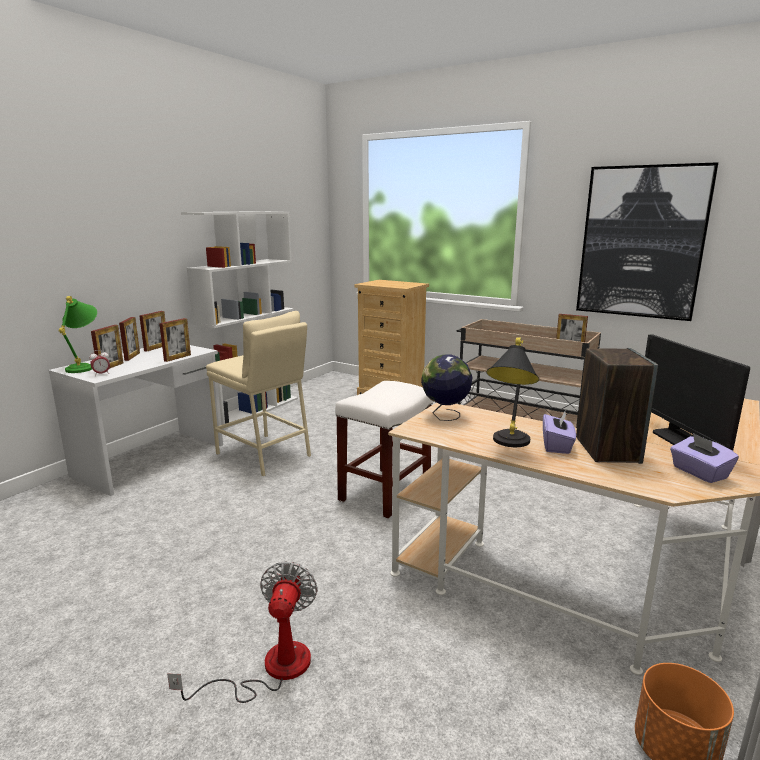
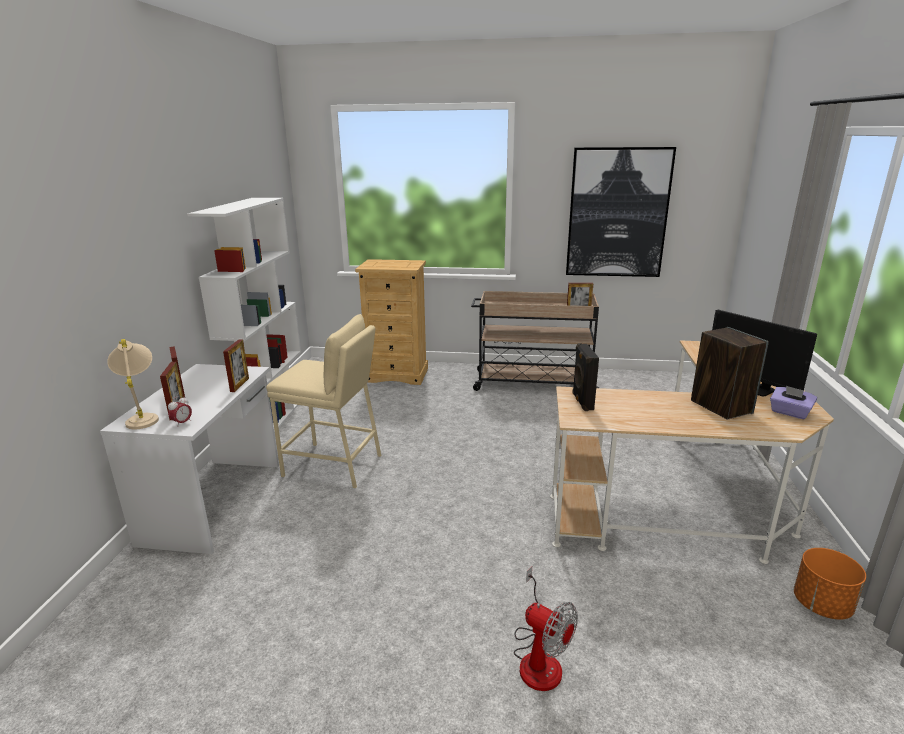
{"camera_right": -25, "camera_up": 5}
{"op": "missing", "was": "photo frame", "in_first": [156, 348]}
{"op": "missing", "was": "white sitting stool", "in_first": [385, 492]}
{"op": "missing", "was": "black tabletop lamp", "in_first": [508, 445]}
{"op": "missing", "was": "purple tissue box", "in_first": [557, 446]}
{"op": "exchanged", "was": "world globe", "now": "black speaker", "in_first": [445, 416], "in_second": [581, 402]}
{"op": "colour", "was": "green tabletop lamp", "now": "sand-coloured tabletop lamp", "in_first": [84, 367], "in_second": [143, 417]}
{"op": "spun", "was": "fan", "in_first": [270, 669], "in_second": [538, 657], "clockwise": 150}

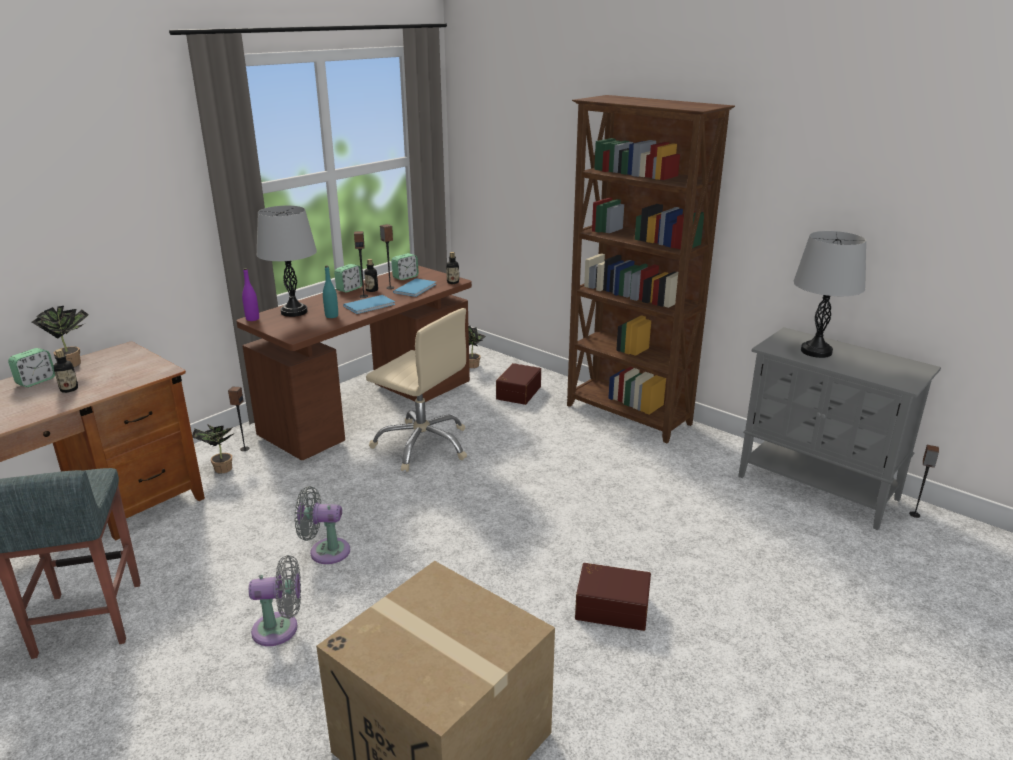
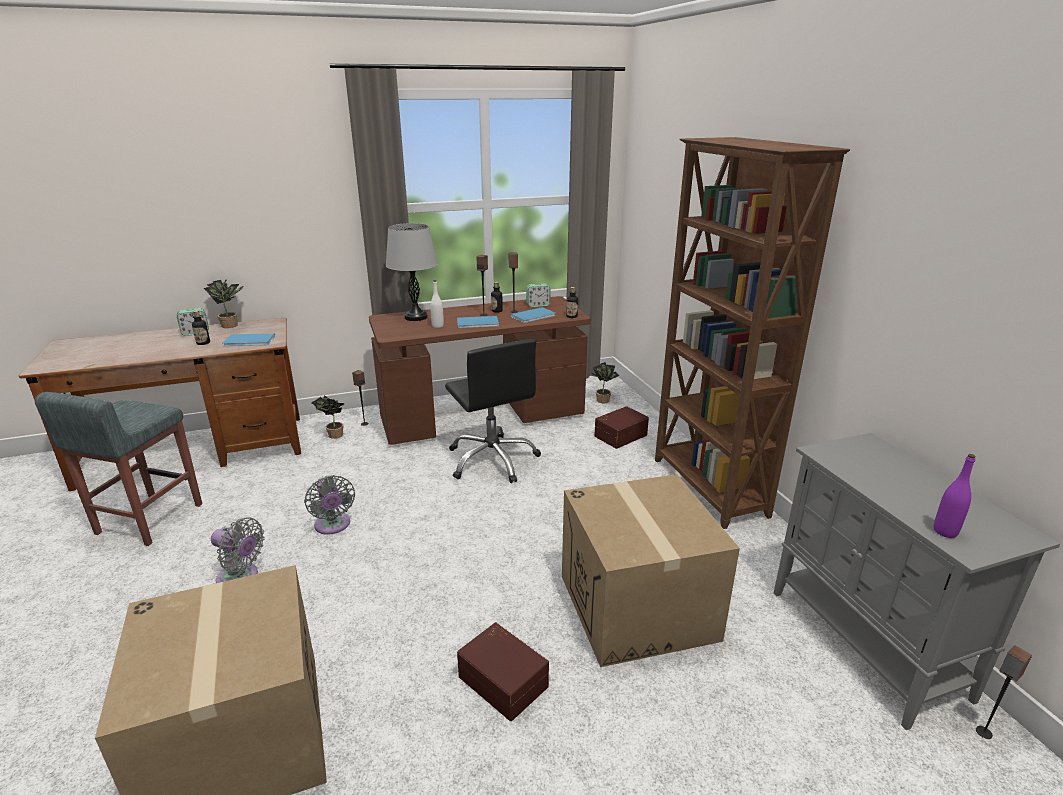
{"camera_right": 30, "camera_up": 0}
{"op": "missing", "was": "bedside clock", "in_first": [349, 289]}
{"op": "missing", "was": "grey tabletop lamp", "in_first": [816, 351]}
{"op": "appeared", "now": "blue-coloured bound book", "in_second": [250, 341]}
{"op": "appeared", "now": "carton", "in_second": [638, 607]}
{"op": "relocated", "was": "purple beverage bottle", "in_first": [252, 319], "in_second": [945, 531]}
{"op": "colour", "was": "turquoise beverage bottle", "now": "white beverage bottle", "in_first": [331, 316], "in_second": [437, 326]}
{"op": "colour", "was": "sand-coloured office chair", "now": "black office chair", "in_first": [423, 445], "in_second": [493, 460]}
{"op": "spun", "was": "grey fan", "in_first": [325, 551], "in_second": [333, 526], "clockwise": -150}

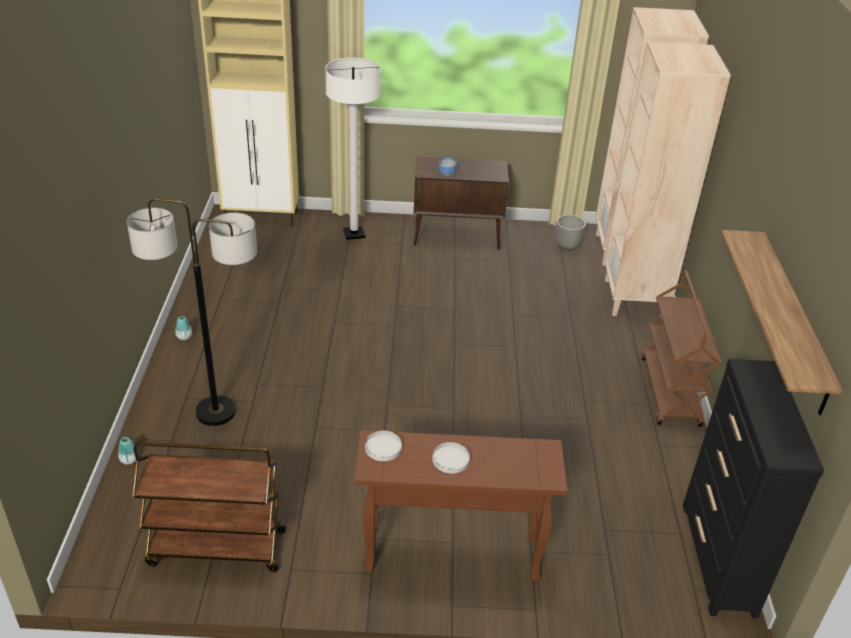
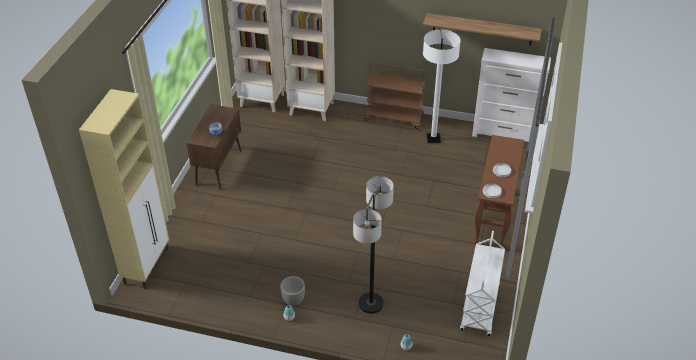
{"camera_right": -75, "camera_up": 5}
{"op": "relocated", "was": "white floor lamp", "in_first": [354, 234], "in_second": [433, 138]}
{"op": "relocated", "was": "planter", "in_first": [567, 246], "in_second": [293, 300]}
{"op": "colour", "was": "brown wheeled cart", "now": "white wheeled cart", "in_first": [216, 548], "in_second": [480, 308]}
{"op": "colour", "was": "black drawer chest", "now": "white drawer chest", "in_first": [718, 559], "in_second": [504, 135]}

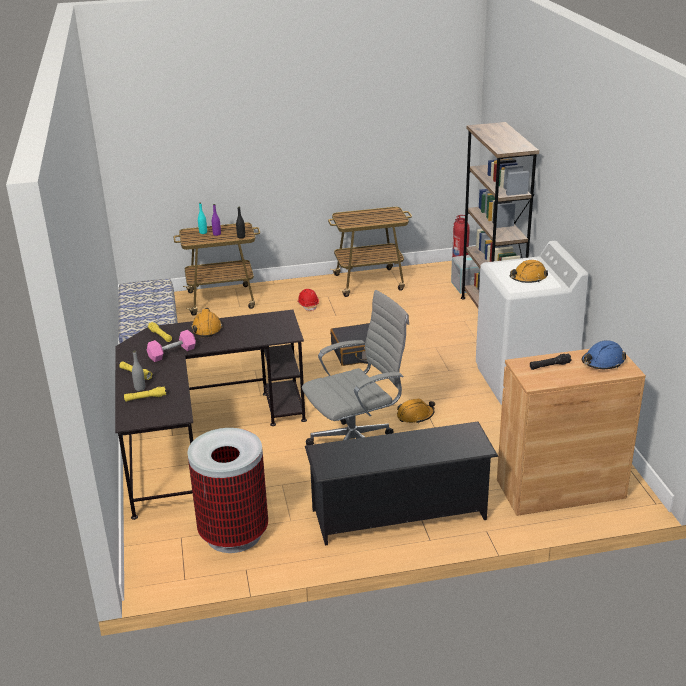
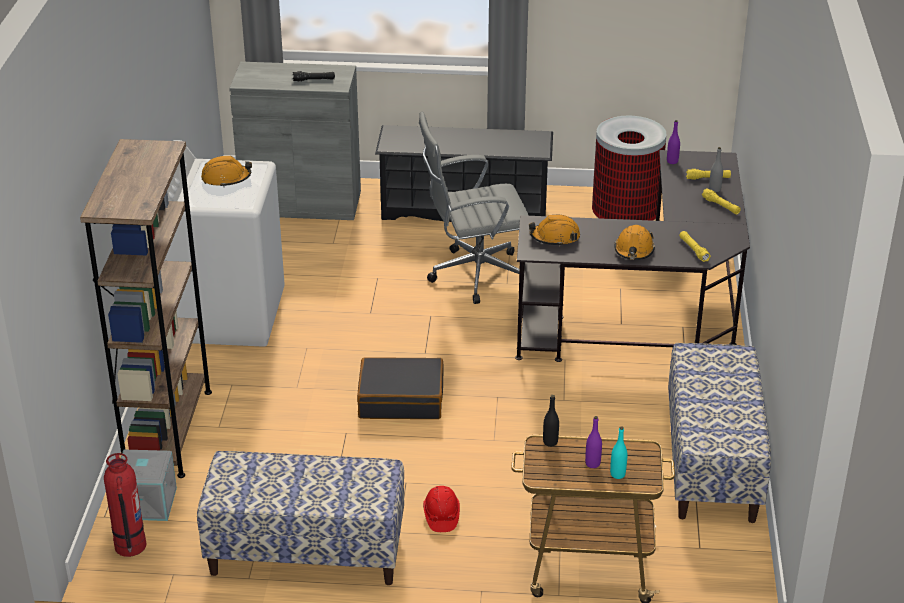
{"camera_right": -165, "camera_up": 5}
{"op": "missing", "was": "pink-coloured free weight", "in_first": [172, 353]}
{"op": "missing", "was": "blue-coloured work helmet", "in_first": [602, 362]}
{"op": "appeared", "now": "purple beverage bottle", "in_second": [672, 161]}
{"op": "relocated", "was": "orangey work helmet", "in_first": [415, 416], "in_second": [555, 237]}
{"op": "exchanged", "was": "wheeled cart", "now": "bench", "in_first": [370, 282], "in_second": [306, 552]}
{"op": "colour", "was": "brown cupboard", "now": "grey cupboard", "in_first": [560, 489], "in_second": [301, 203]}

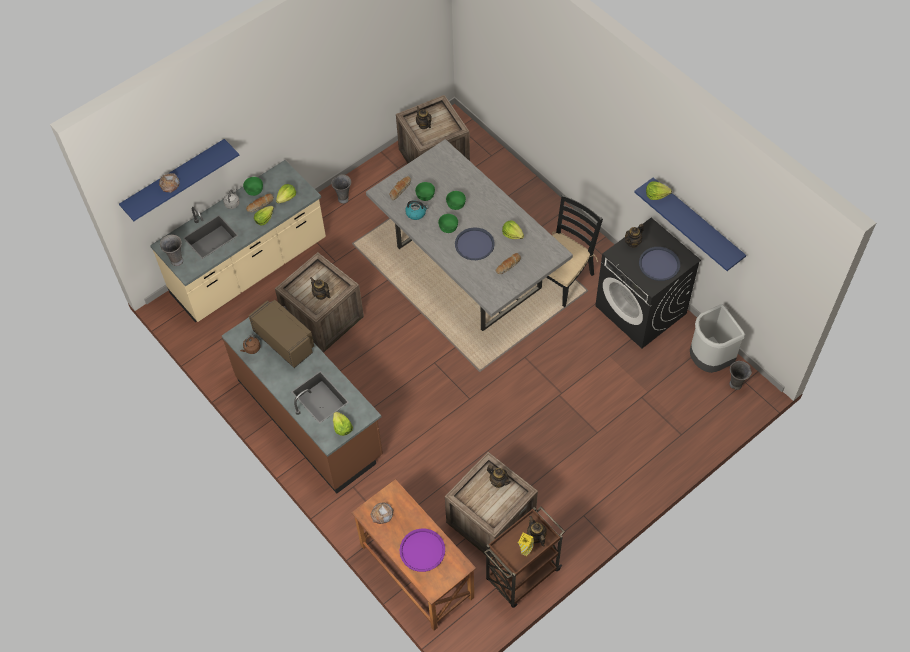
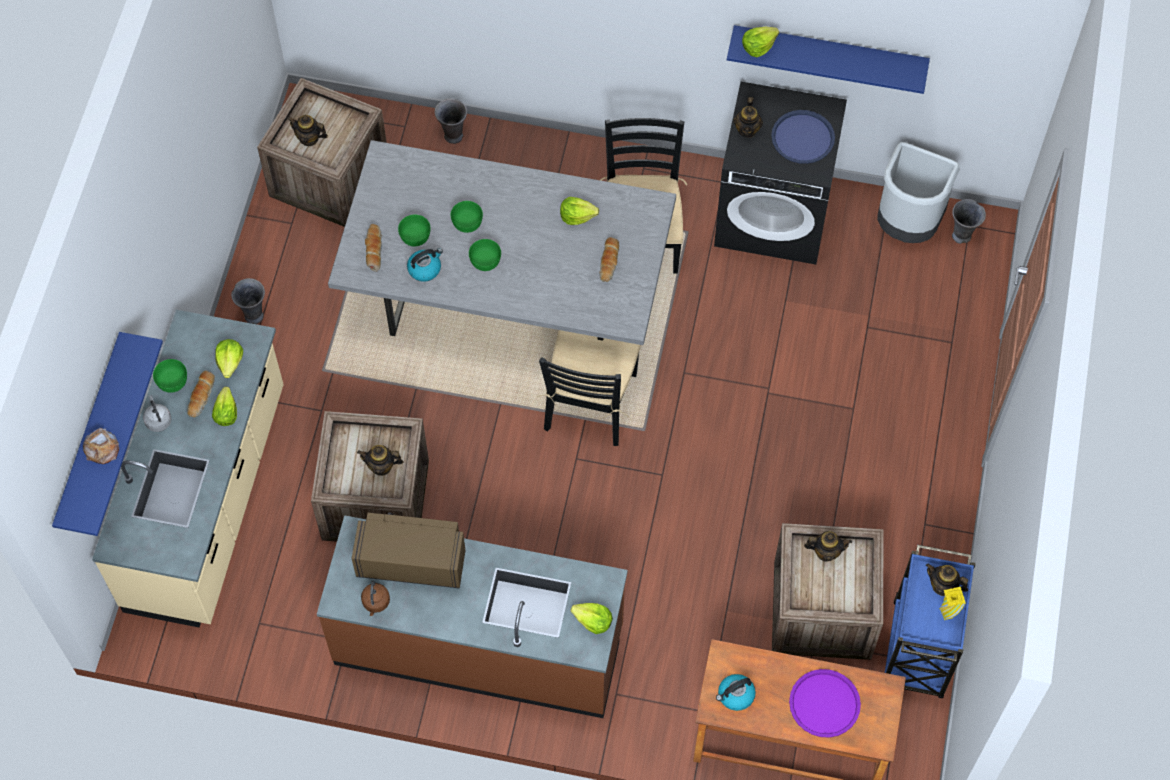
{"camera_right": -40, "camera_up": 5}
{"op": "missing", "was": "blue-coloured tray", "in_first": [474, 244]}
{"op": "appeared", "now": "black plain chair", "in_second": [590, 402]}
{"op": "relocated", "was": "grey flower vase", "in_first": [176, 260], "in_second": [452, 136]}
{"op": "exchanged", "was": "bakery bread", "now": "water kettle", "in_first": [382, 514], "in_second": [735, 695]}
{"op": "colour", "was": "brown wheeled cart", "now": "blue-coloured wheeled cart", "in_first": [522, 576], "in_second": [917, 651]}

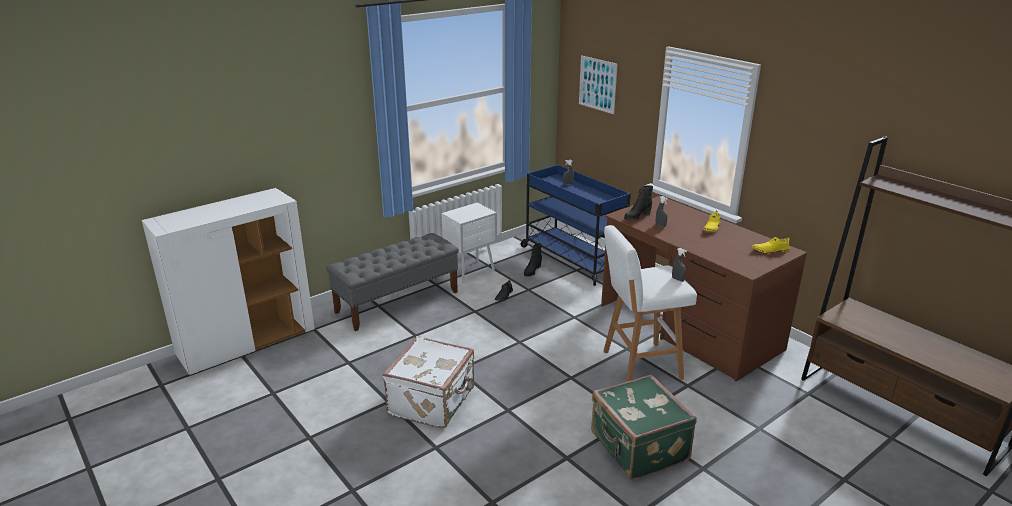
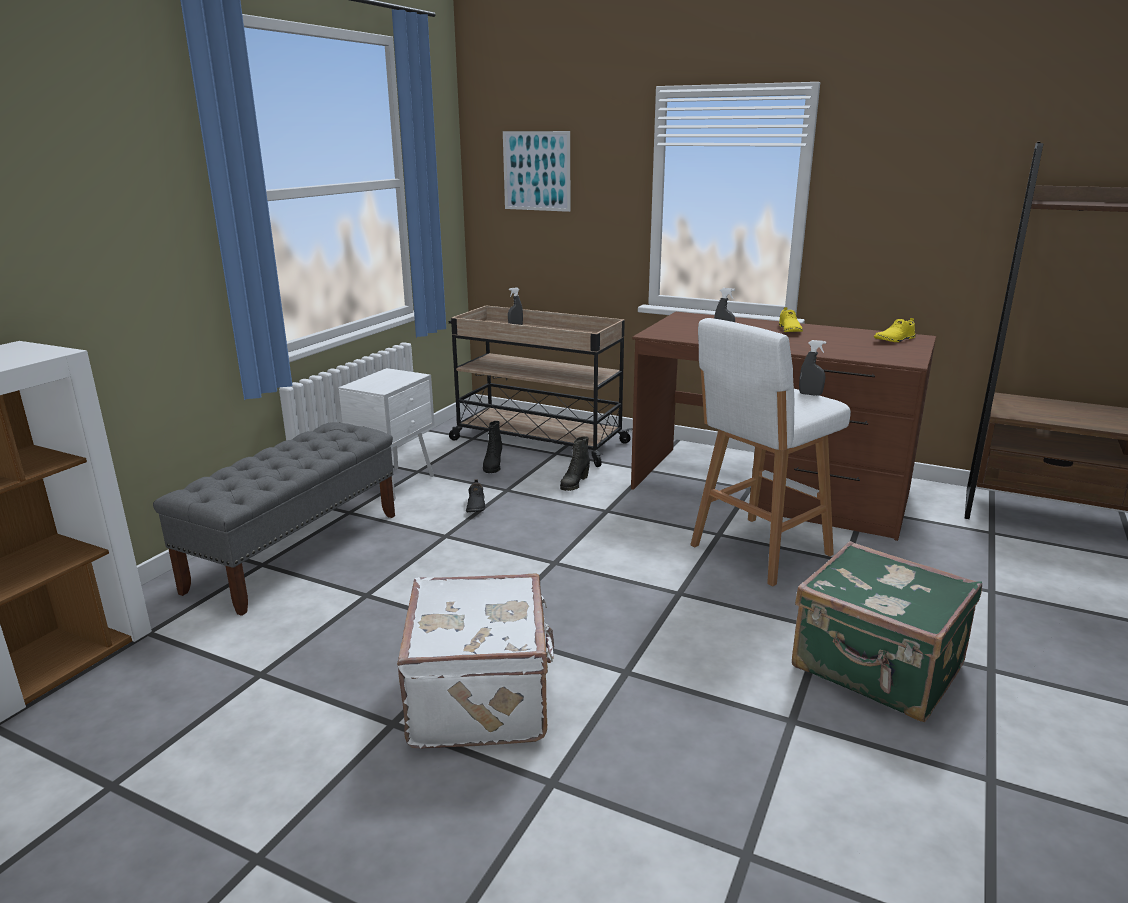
{"camera_right": -25, "camera_up": -5}
{"op": "relocated", "was": "black tall boot", "in_first": [637, 217], "in_second": [574, 484]}
{"op": "colour", "was": "blue-coloured wheeled cart", "now": "sand-coloured wheeled cart", "in_first": [572, 258], "in_second": [537, 441]}

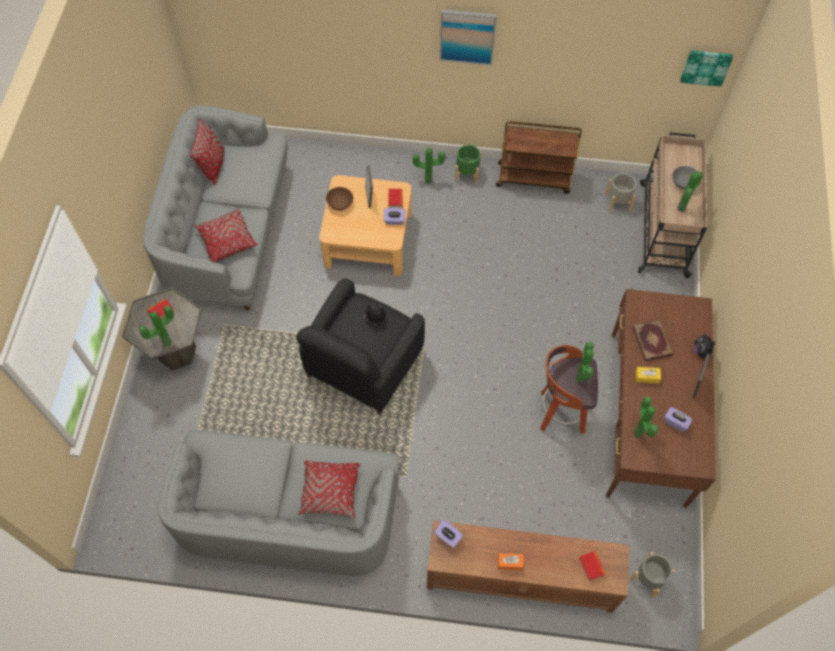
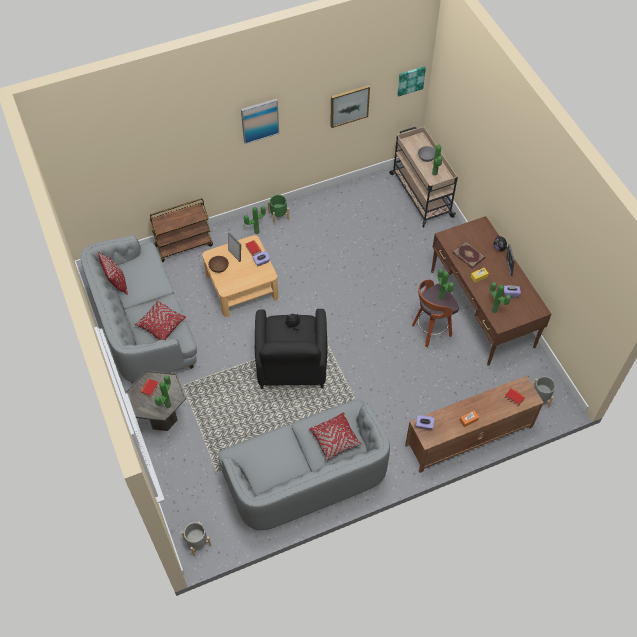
{"camera_right": -30, "camera_up": -5}
{"op": "appeared", "now": "picture", "in_second": [349, 105]}
{"op": "relocated", "was": "brown wheeled cart", "in_first": [534, 178], "in_second": [184, 245]}
{"op": "relocated", "was": "grey planter", "in_first": [617, 202], "in_second": [197, 542]}

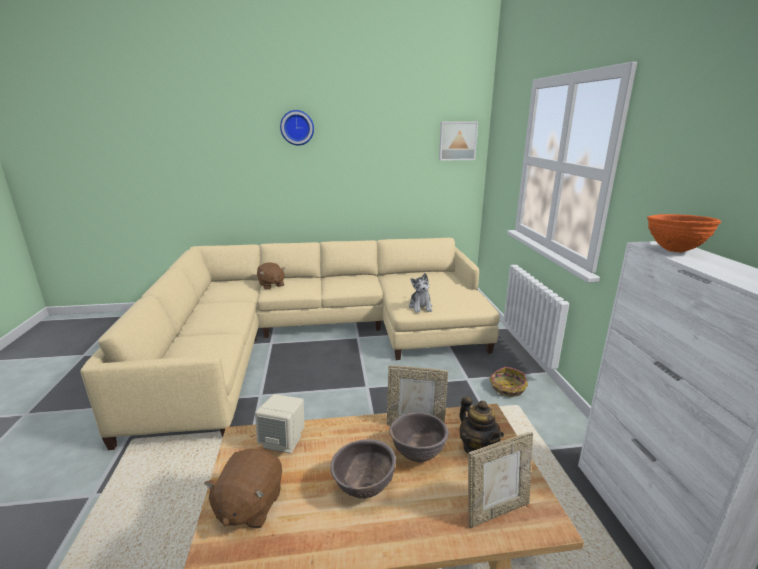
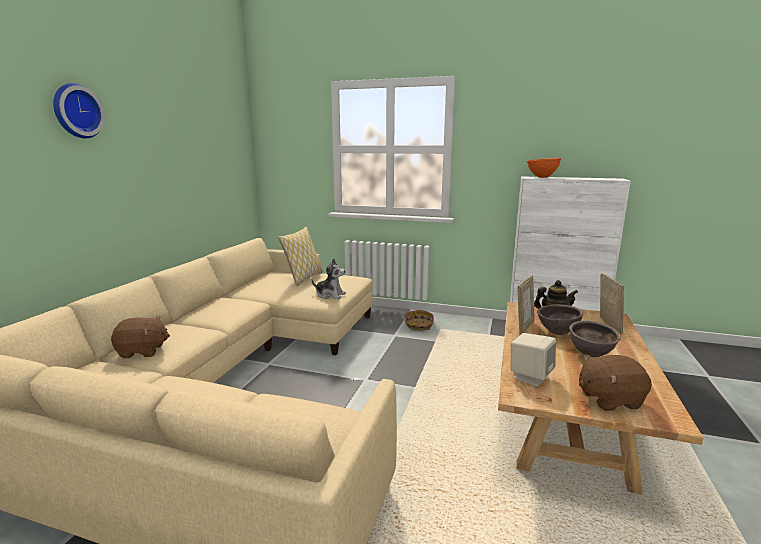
{"camera_right": -65, "camera_up": -5}
{"op": "missing", "was": "picture", "in_first": [457, 141]}
{"op": "appeared", "now": "throw pillow", "in_second": [303, 278]}
{"op": "spun", "was": "brown cuddly toy", "in_first": [249, 505], "in_second": [609, 399], "clockwise": 135}

